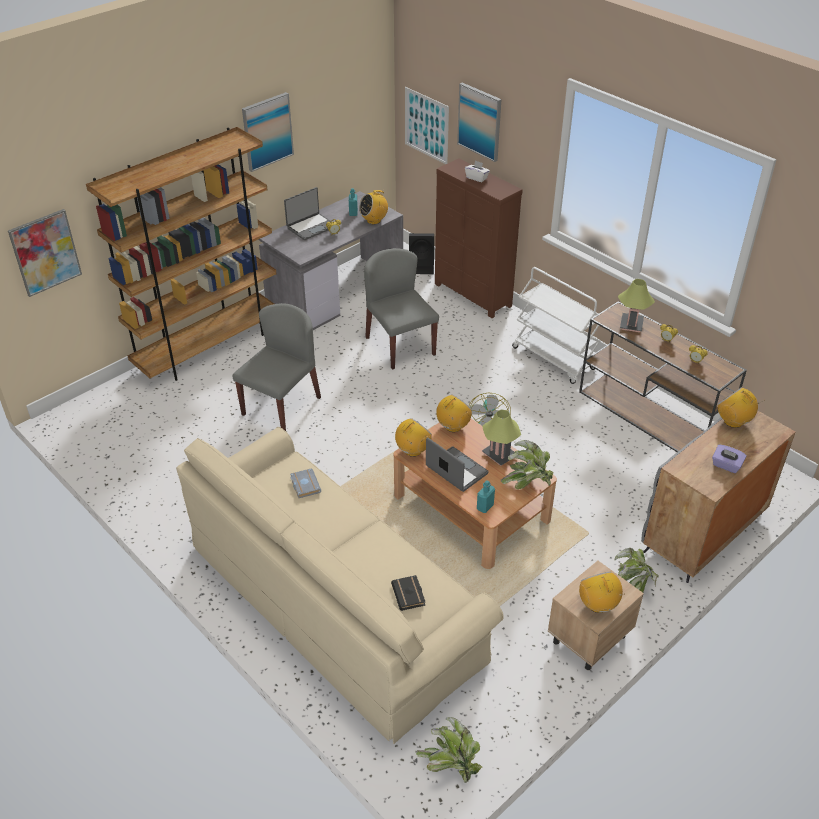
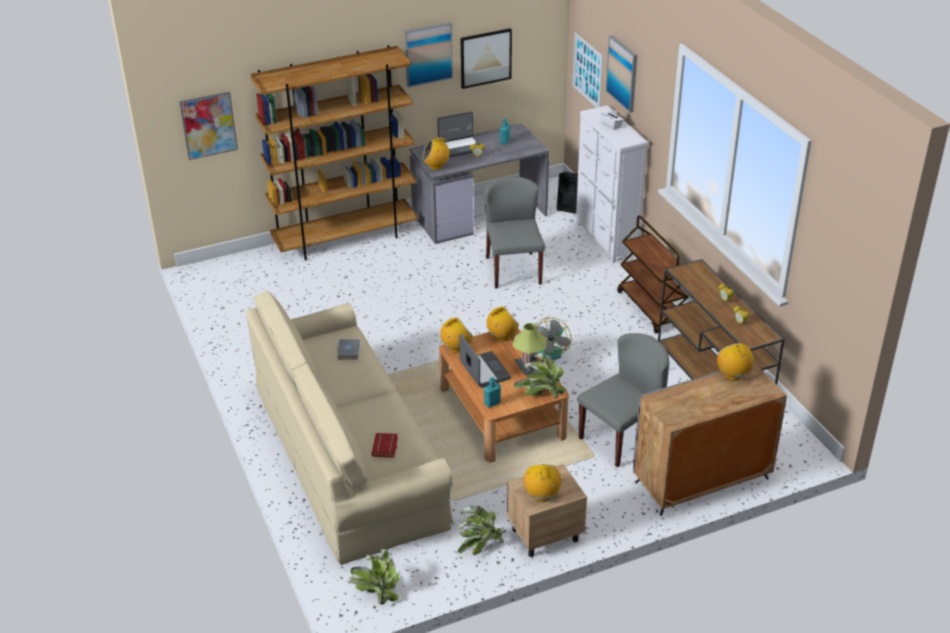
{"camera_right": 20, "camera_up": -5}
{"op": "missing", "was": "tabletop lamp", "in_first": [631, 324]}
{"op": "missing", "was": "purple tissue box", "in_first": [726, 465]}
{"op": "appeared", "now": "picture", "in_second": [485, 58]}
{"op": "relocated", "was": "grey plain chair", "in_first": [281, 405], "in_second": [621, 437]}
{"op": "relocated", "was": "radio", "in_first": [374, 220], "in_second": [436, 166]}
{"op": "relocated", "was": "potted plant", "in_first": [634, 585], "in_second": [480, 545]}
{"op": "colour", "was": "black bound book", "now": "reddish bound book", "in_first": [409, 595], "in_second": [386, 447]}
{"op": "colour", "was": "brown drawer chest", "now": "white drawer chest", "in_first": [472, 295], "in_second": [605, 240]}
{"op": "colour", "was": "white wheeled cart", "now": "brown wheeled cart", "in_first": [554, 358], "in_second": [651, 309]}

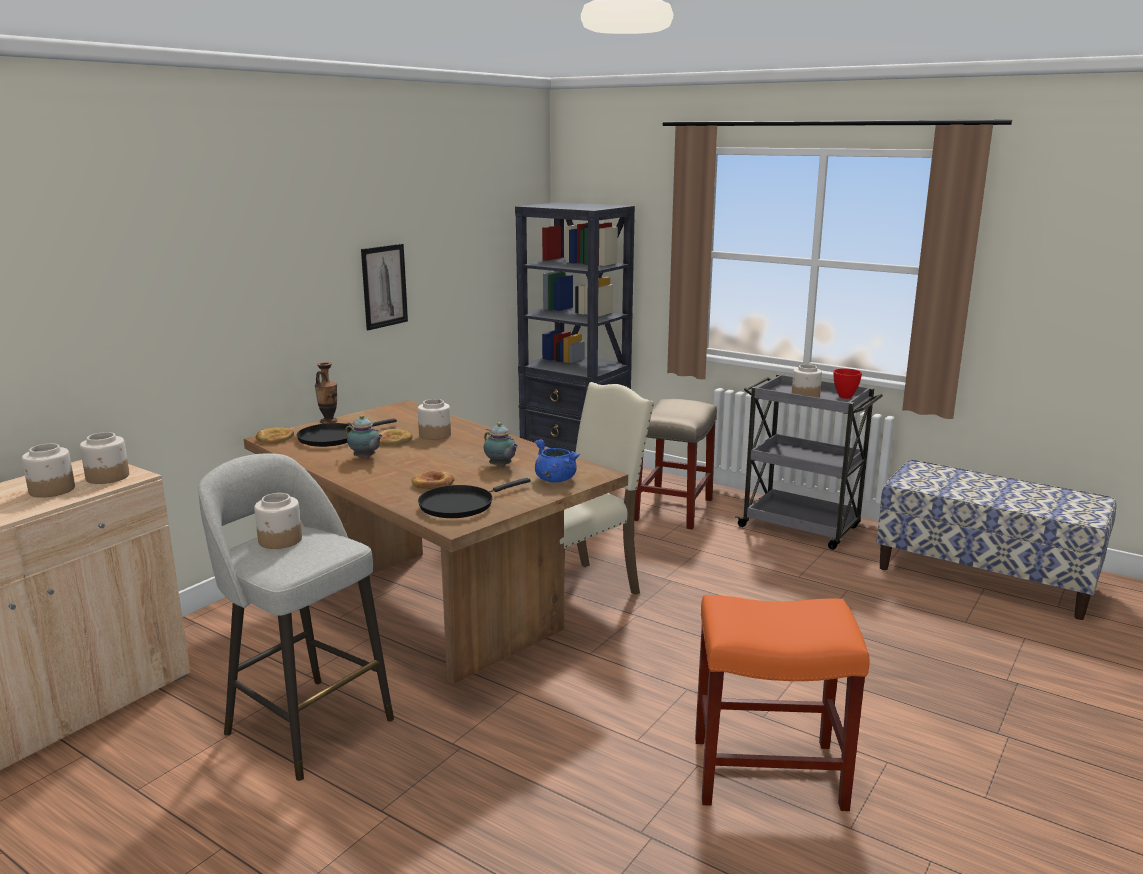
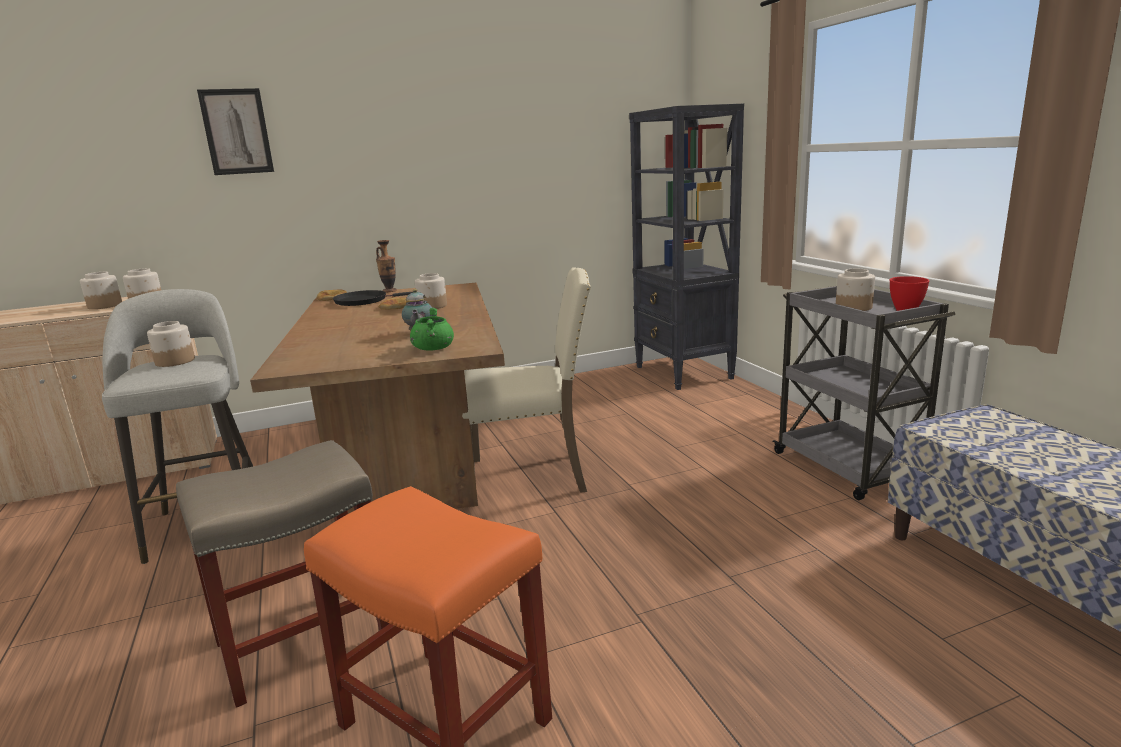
{"camera_right": 35, "camera_up": 0}
{"op": "missing", "was": "teapot", "in_first": [365, 458]}
{"op": "missing", "was": "bakery bread", "in_first": [433, 484]}
{"op": "missing", "was": "black skillet", "in_first": [460, 505]}
{"op": "relocated", "was": "picture", "in_first": [384, 286], "in_second": [236, 132]}
{"op": "relocated", "was": "sand-coloured sitting stool", "in_first": [673, 509], "in_second": [306, 638]}
{"op": "colour", "was": "blue-coloured stockpot", "now": "green stockpot", "in_first": [555, 479], "in_second": [433, 348]}

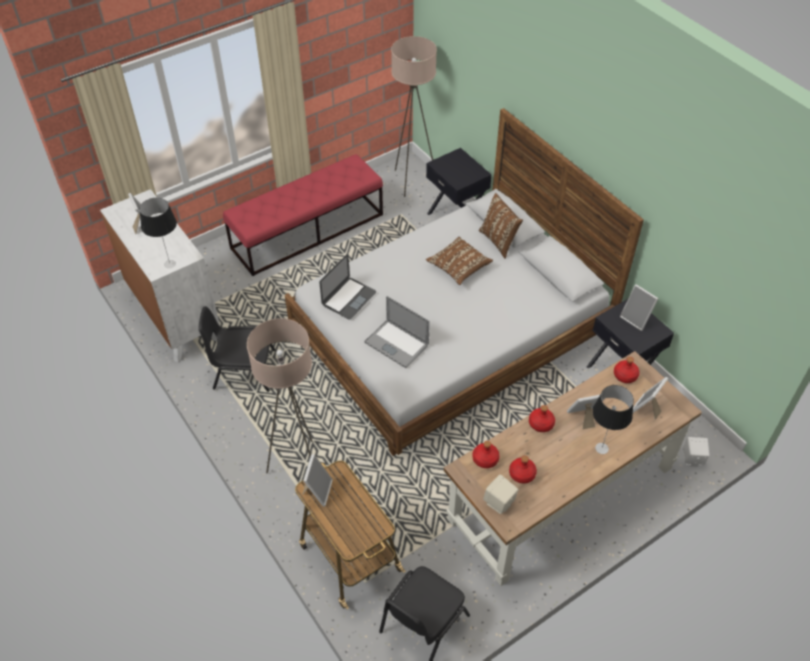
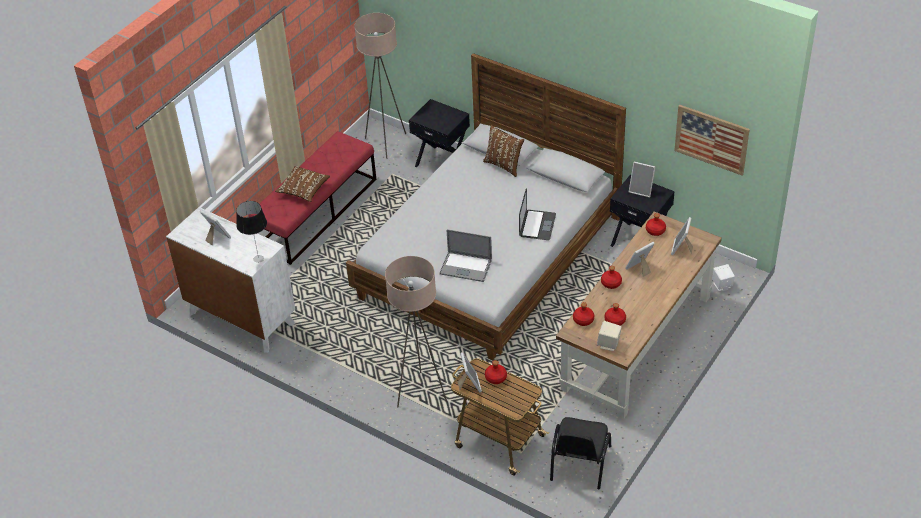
{"camera_right": -20, "camera_up": -5}
{"op": "missing", "was": "black plain chair", "in_first": [243, 369]}
{"op": "missing", "was": "tabletop lamp", "in_first": [602, 448]}
{"op": "appeared", "now": "reddish beverage bottle", "in_second": [495, 377]}
{"op": "appeared", "now": "picture", "in_second": [711, 139]}
{"op": "relocated", "was": "notebook computer", "in_first": [349, 298], "in_second": [537, 225]}
{"op": "relocated", "was": "brown throw pillow", "in_first": [458, 267], "in_second": [303, 190]}

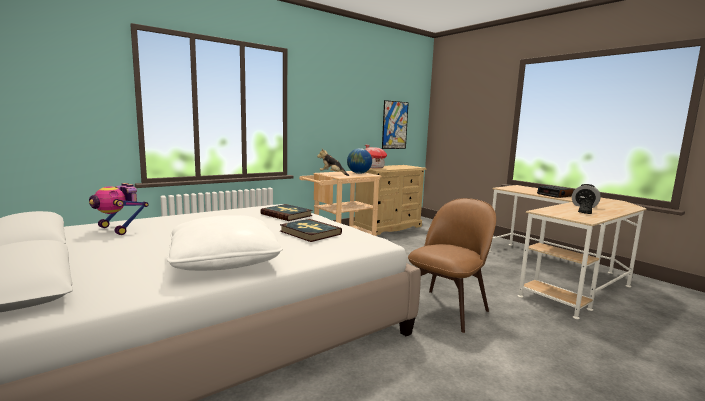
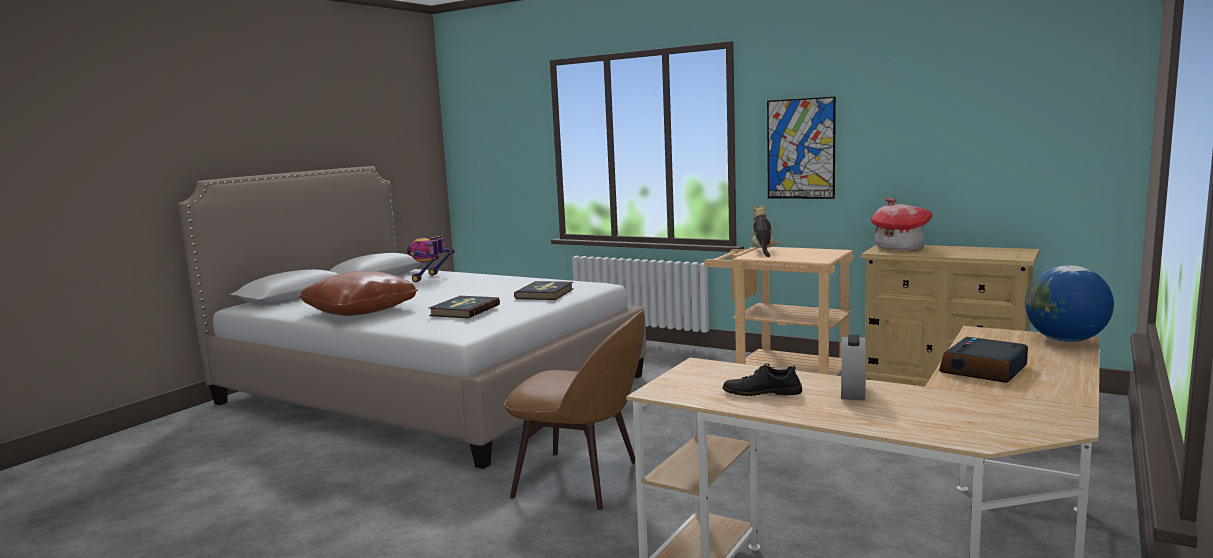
{"camera_right": 70, "camera_up": 0}
{"op": "relocated", "was": "world globe", "in_first": [359, 173], "in_second": [1065, 340]}
{"op": "relocated", "was": "picture", "in_first": [395, 125], "in_second": [800, 149]}
{"op": "colour", "was": "white throw pillow", "now": "brown throw pillow", "in_first": [224, 261], "in_second": [360, 311]}

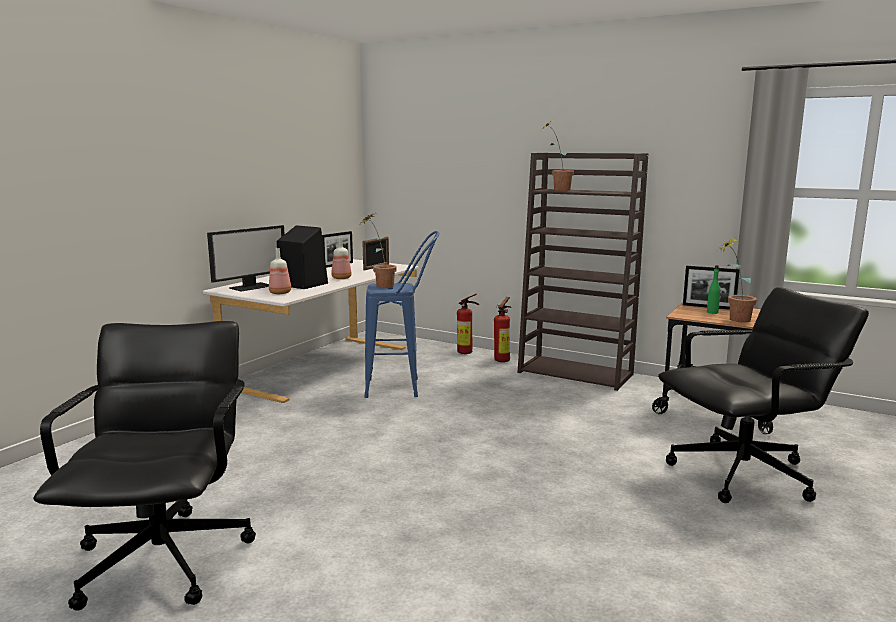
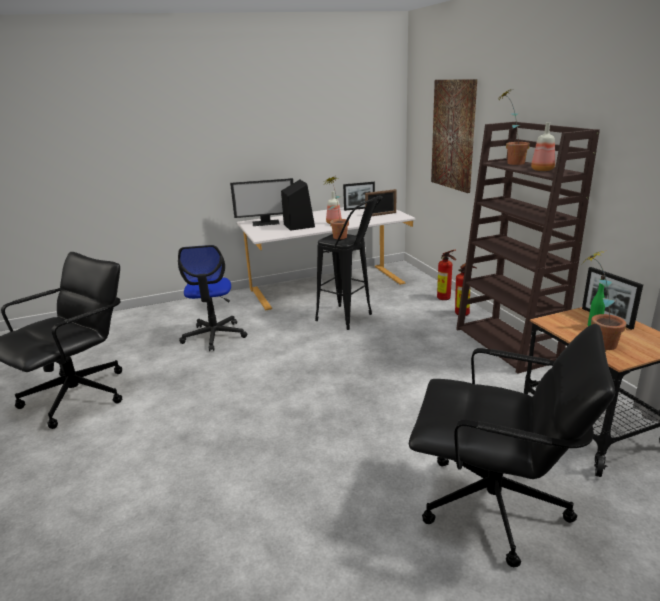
{"camera_right": 40, "camera_up": 10}
{"op": "appeared", "now": "office chair", "in_second": [214, 336]}
{"op": "appeared", "now": "picture", "in_second": [453, 135]}
{"op": "relocated", "was": "beverage bottle", "in_first": [281, 293], "in_second": [543, 170]}
{"op": "colour", "was": "blue-coloured sitting stool", "now": "black sitting stool", "in_first": [403, 388], "in_second": [351, 319]}

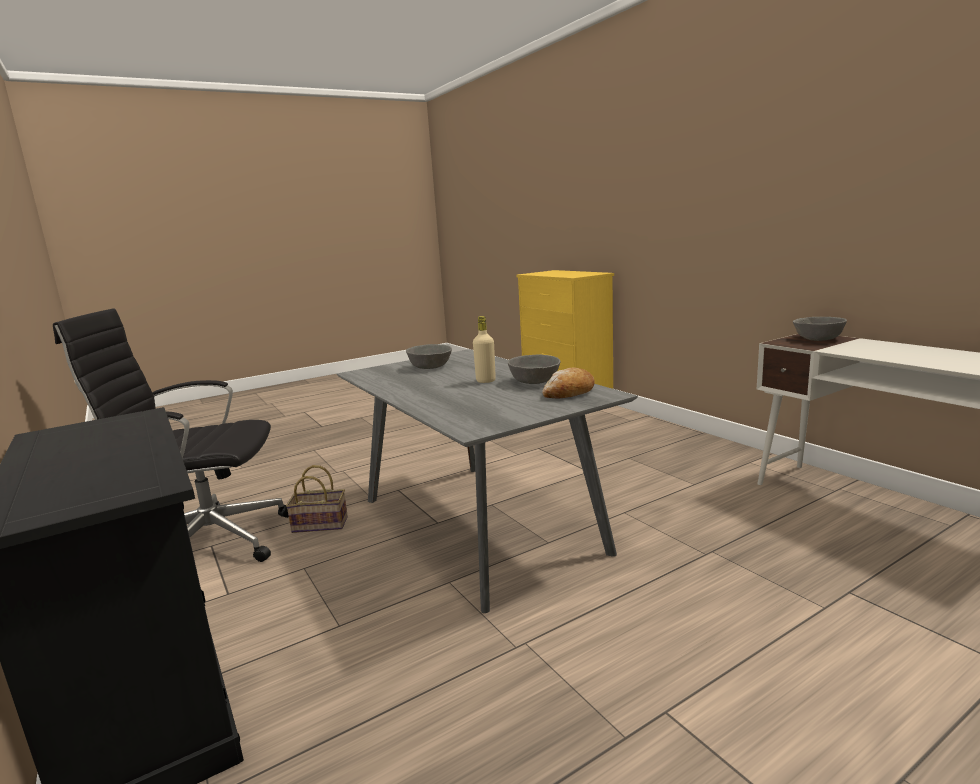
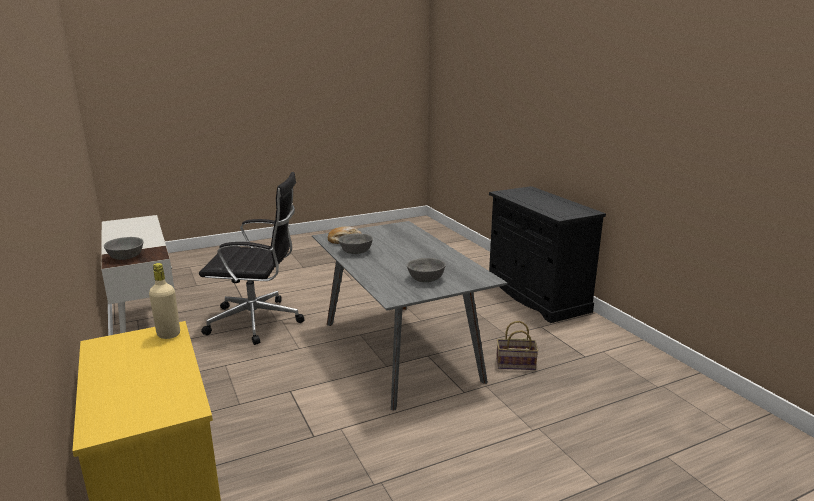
{"camera_right": -175, "camera_up": 5}
{"op": "relocated", "was": "black office chair", "in_first": [207, 542], "in_second": [258, 321]}
{"op": "relocated", "was": "sand-coloured beverage bottle", "in_first": [485, 381], "in_second": [168, 334]}

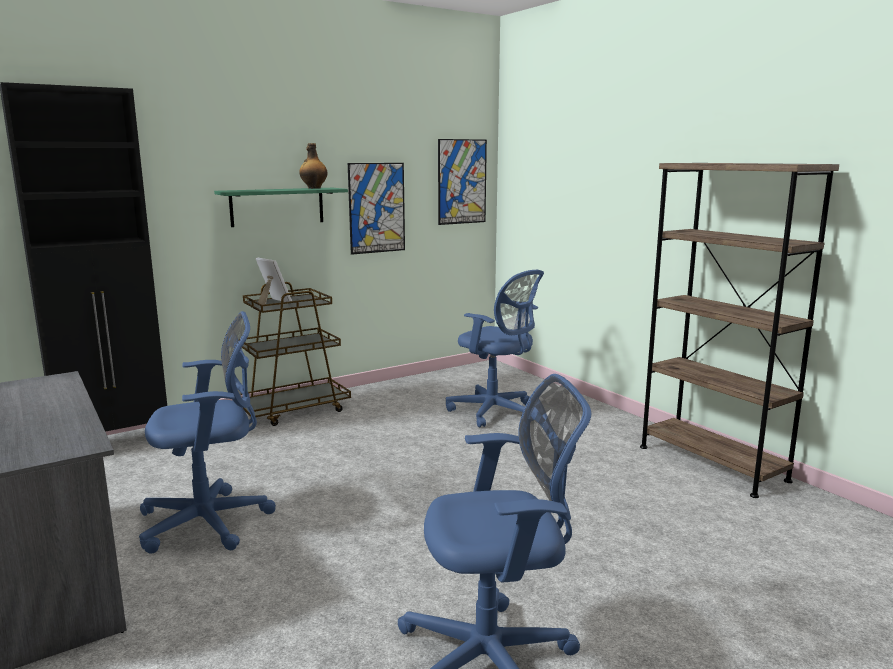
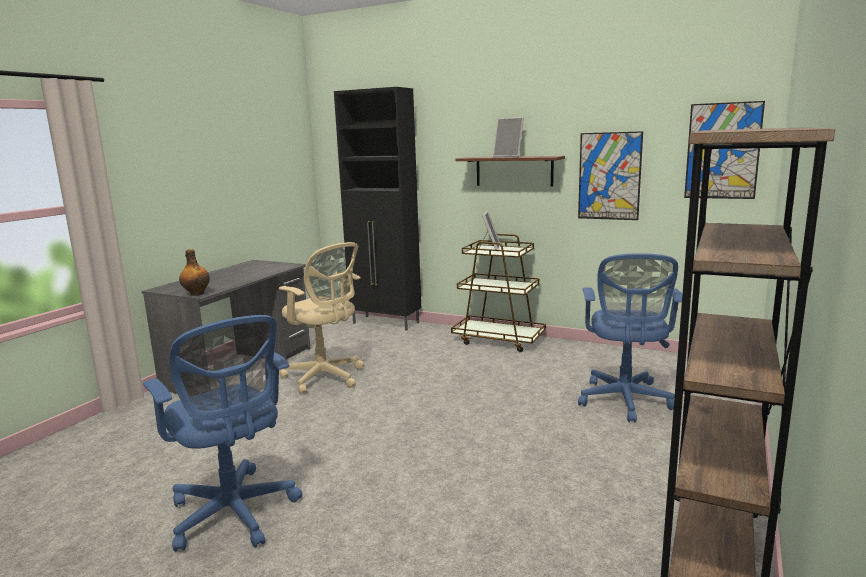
{"camera_right": 60, "camera_up": 0}
{"op": "appeared", "now": "photo frame", "in_second": [509, 156]}
{"op": "relocated", "was": "beverage bottle", "in_first": [313, 188], "in_second": [196, 294]}
{"op": "colour", "was": "blue-coloured office chair", "now": "sand-coloured office chair", "in_first": [211, 522], "in_second": [325, 378]}
{"op": "colour", "was": "green bracket shelf", "now": "brown bracket shelf", "in_first": [277, 206], "in_second": [514, 171]}

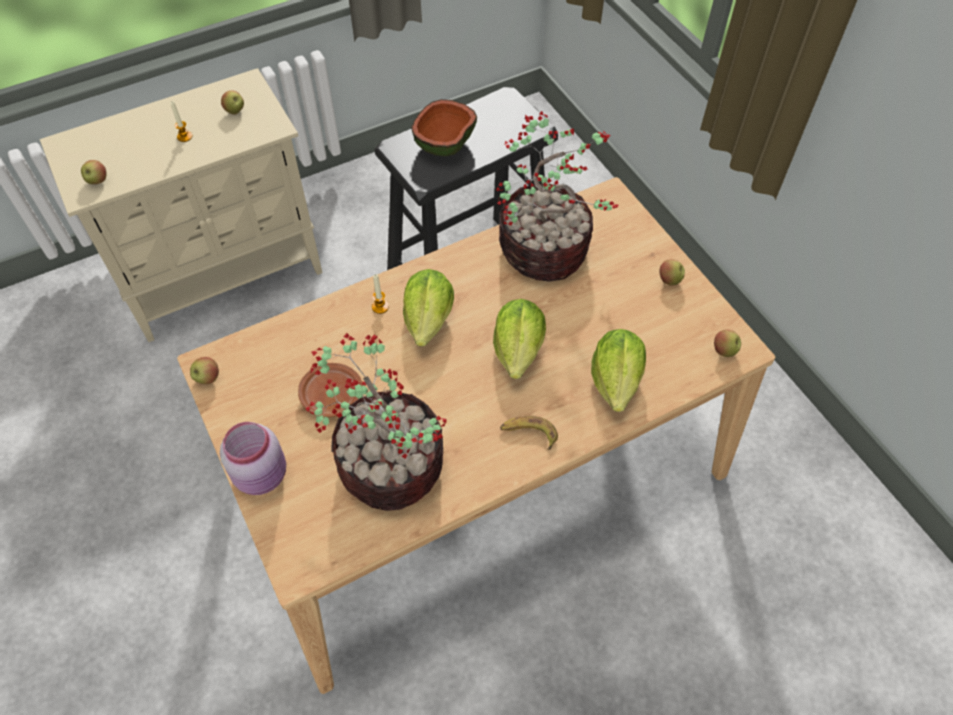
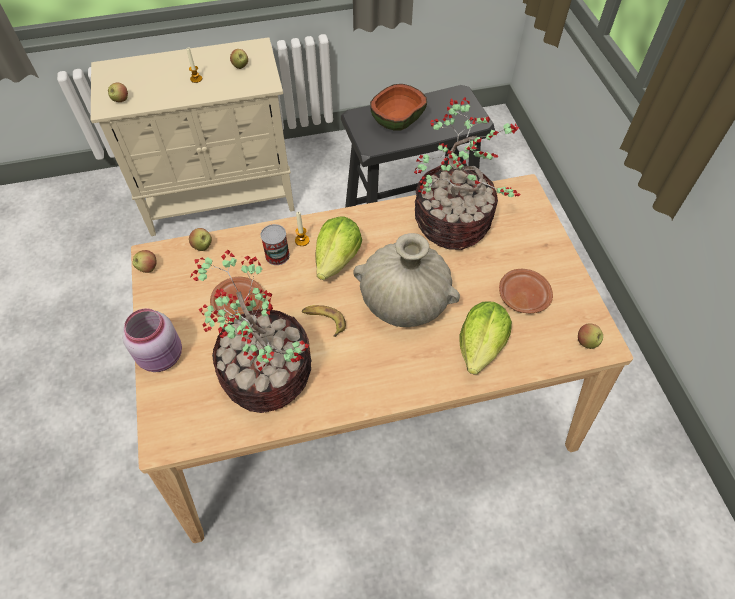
{"camera_right": 15, "camera_up": 0}
{"op": "appeared", "now": "sealed can", "in_second": [277, 255]}
{"op": "appeared", "now": "brown flat dish", "in_second": [522, 296]}
{"op": "relocated", "was": "banana", "in_first": [528, 434], "in_second": [324, 321]}
{"op": "relocated", "was": "apple", "in_first": [669, 280], "in_second": [203, 246]}
{"op": "exchanged", "was": "lettuce", "now": "sand-coloured flower vase", "in_first": [518, 350], "in_second": [404, 301]}

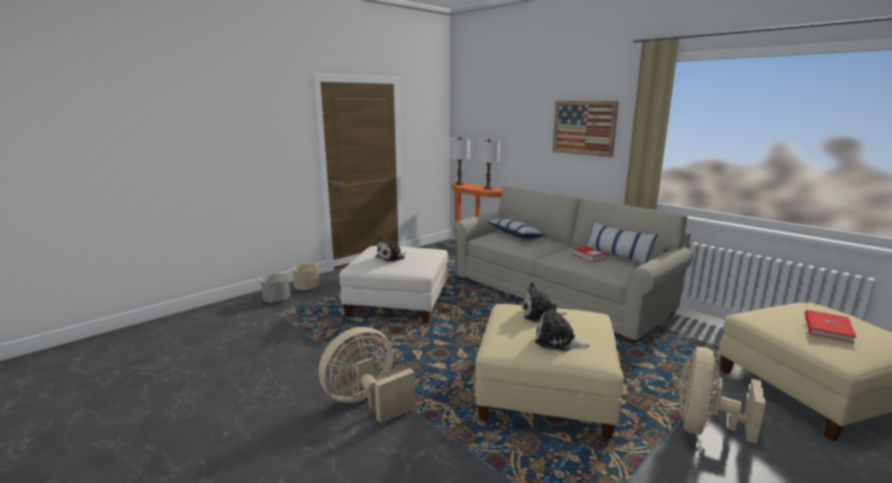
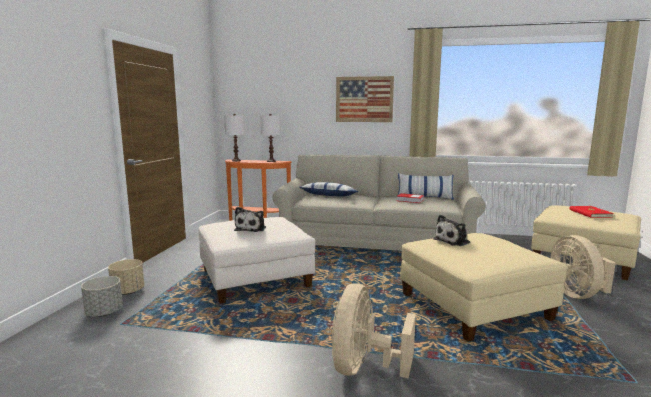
{"camera_right": -35, "camera_up": -5}
{"op": "missing", "was": "cuddly toy", "in_first": [558, 341]}

